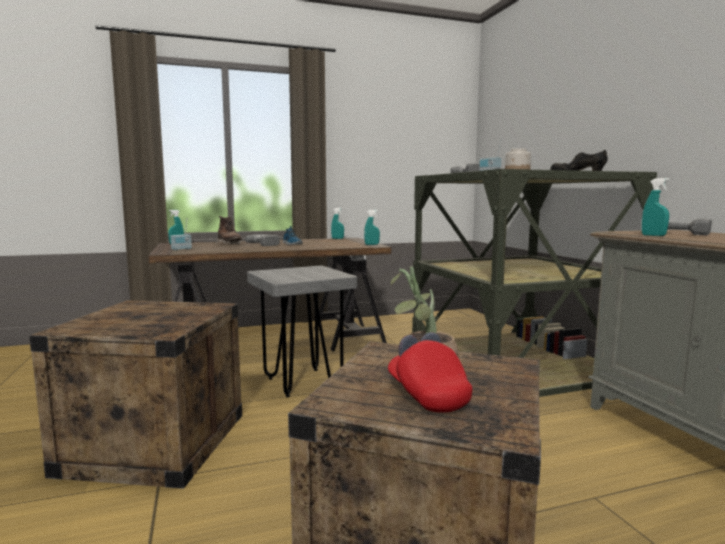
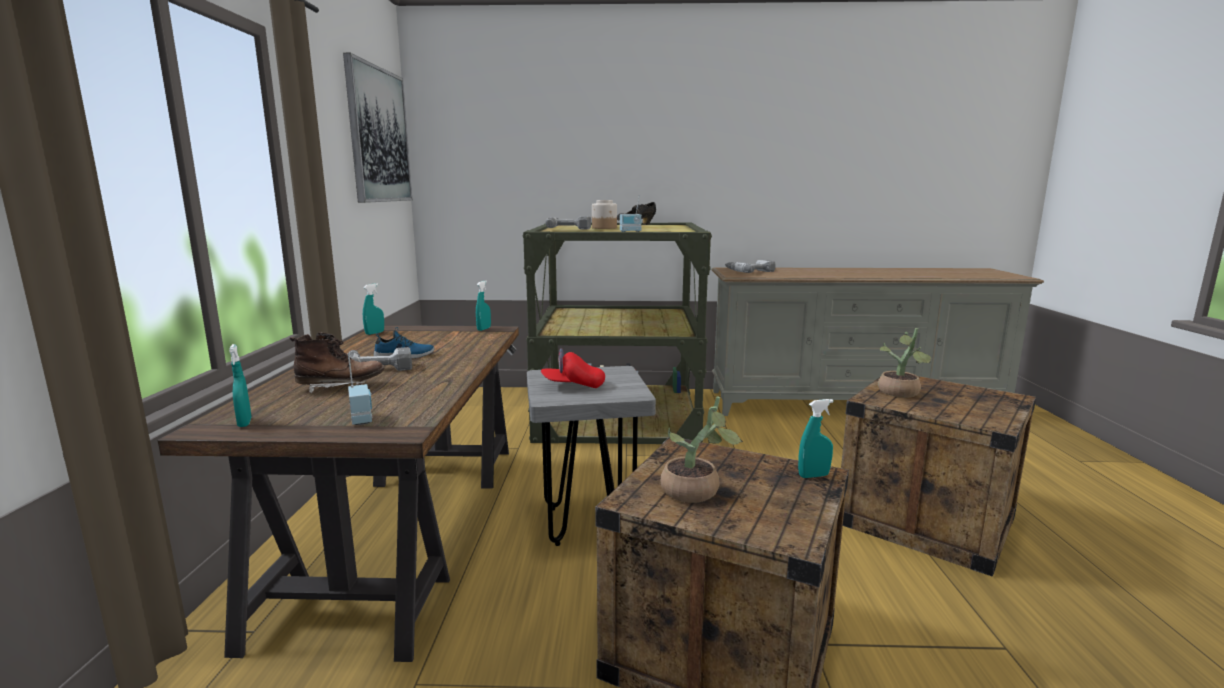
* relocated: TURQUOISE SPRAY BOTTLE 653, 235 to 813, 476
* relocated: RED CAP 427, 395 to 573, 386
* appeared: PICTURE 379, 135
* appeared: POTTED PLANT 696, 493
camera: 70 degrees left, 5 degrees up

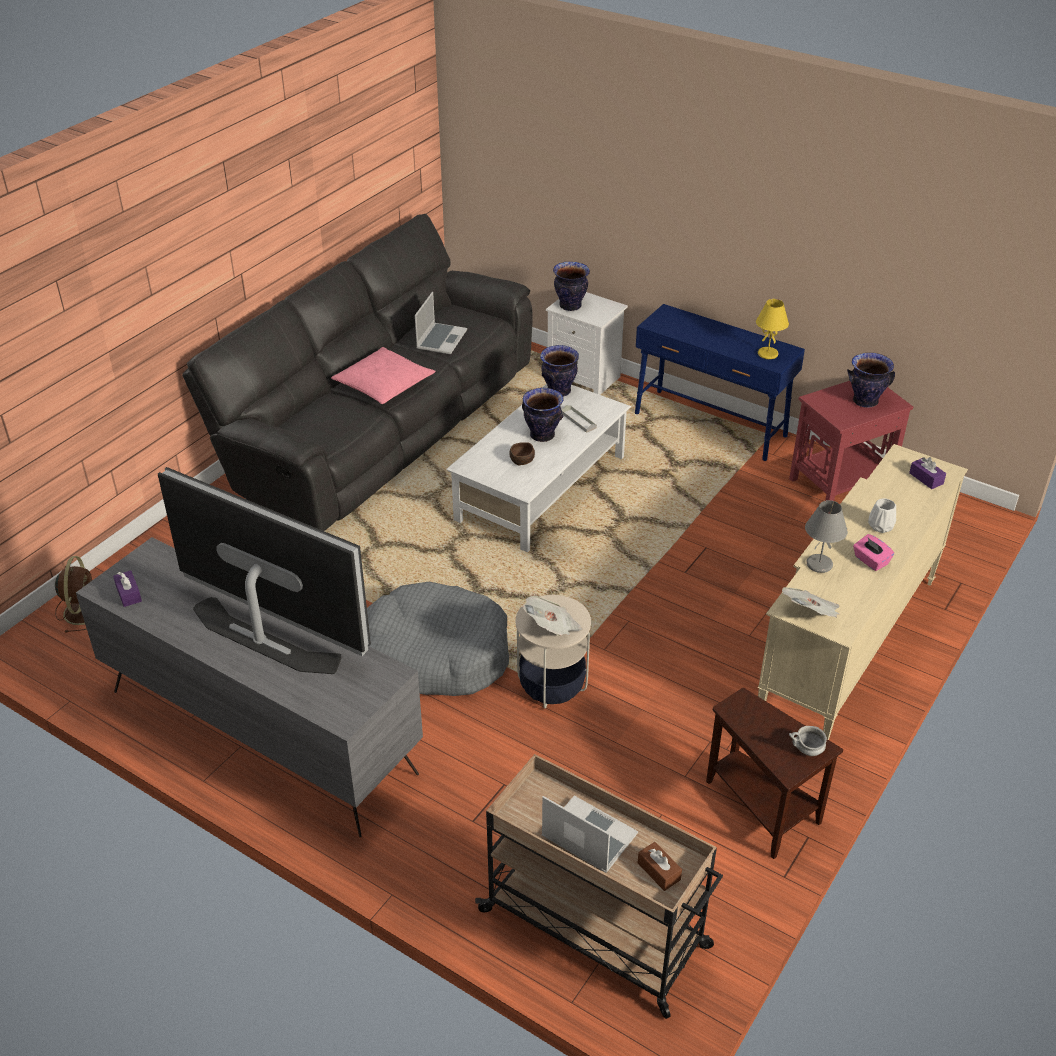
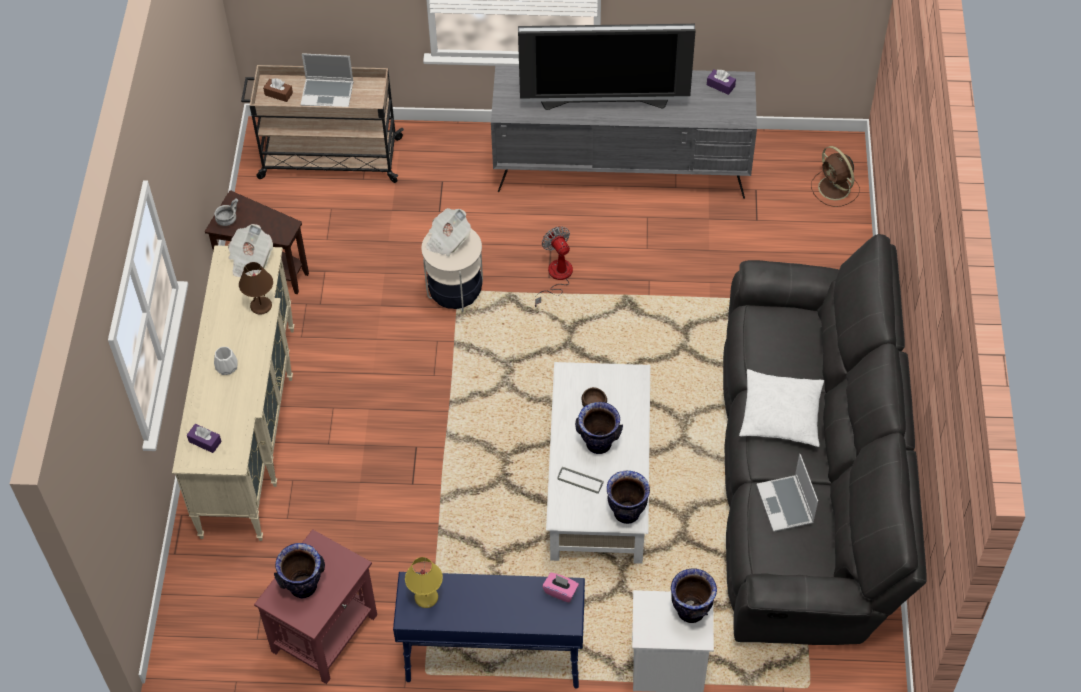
* colour: PINK PILLOW 383, 384 to WHITE PILLOW 781, 414
* colour: GREY TABLE LAMP 819, 565 to BROWN TABLE LAMP 261, 306
* relocated: PINK TISSUE BOX 870, 561 to 560, 591
* exchanged: GREY DOG BED 435, 654 to FAN 556, 277
camera: 150 degrees right, 15 degrees up

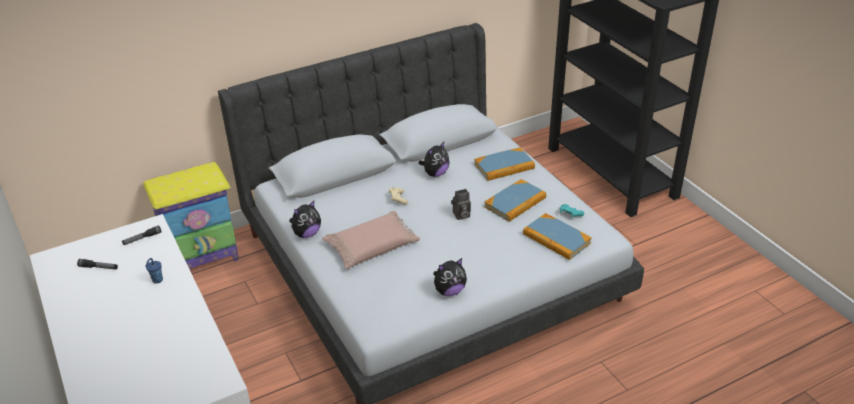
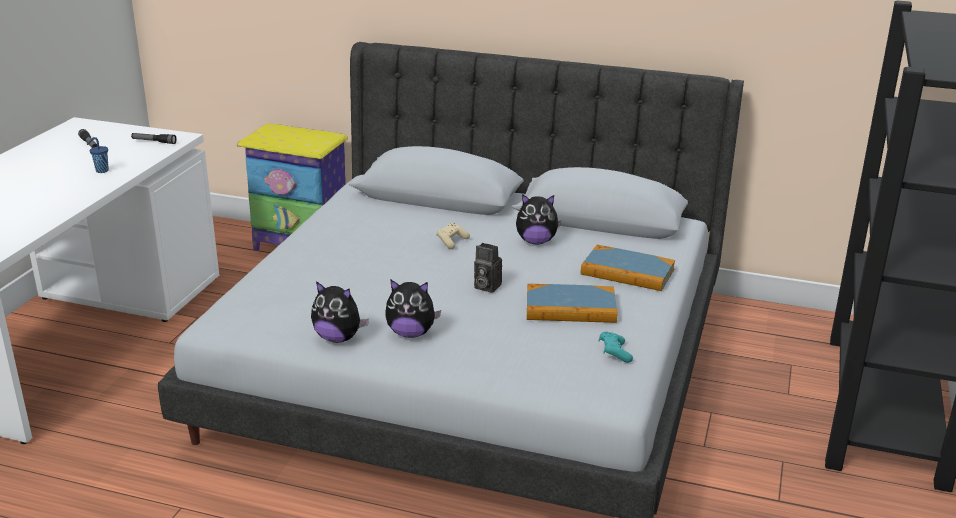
* relocated: PLUSH TOY 306, 234 to 411, 333
* missing: BEIGE PILLOW 371, 244
* missing: BOOK 556, 239
camera: 45 degrees right, 10 degrees down

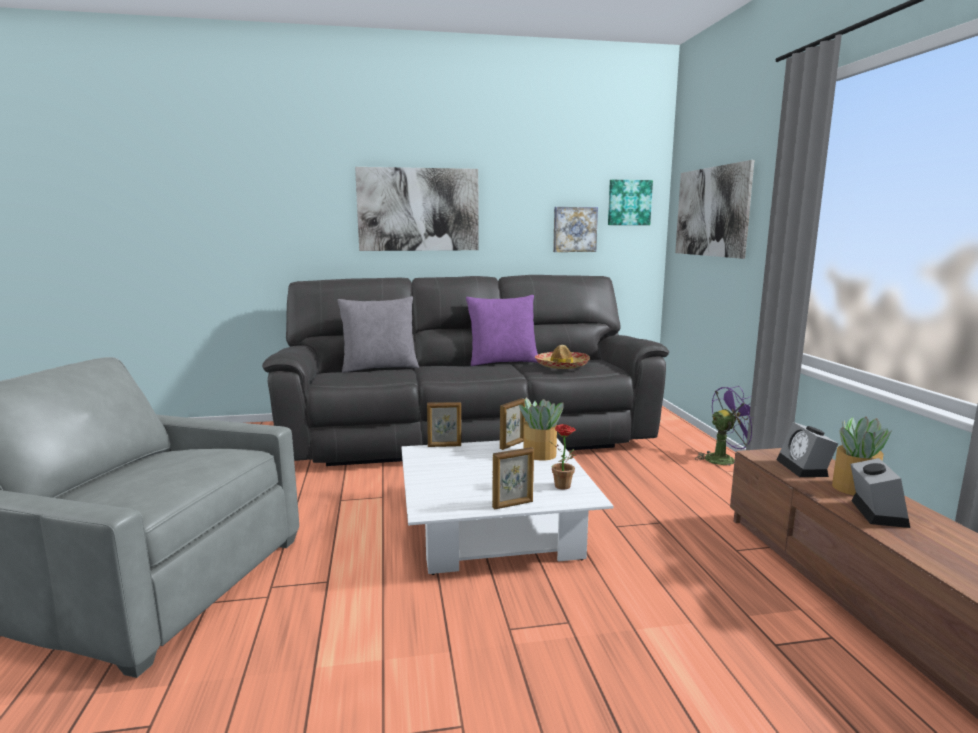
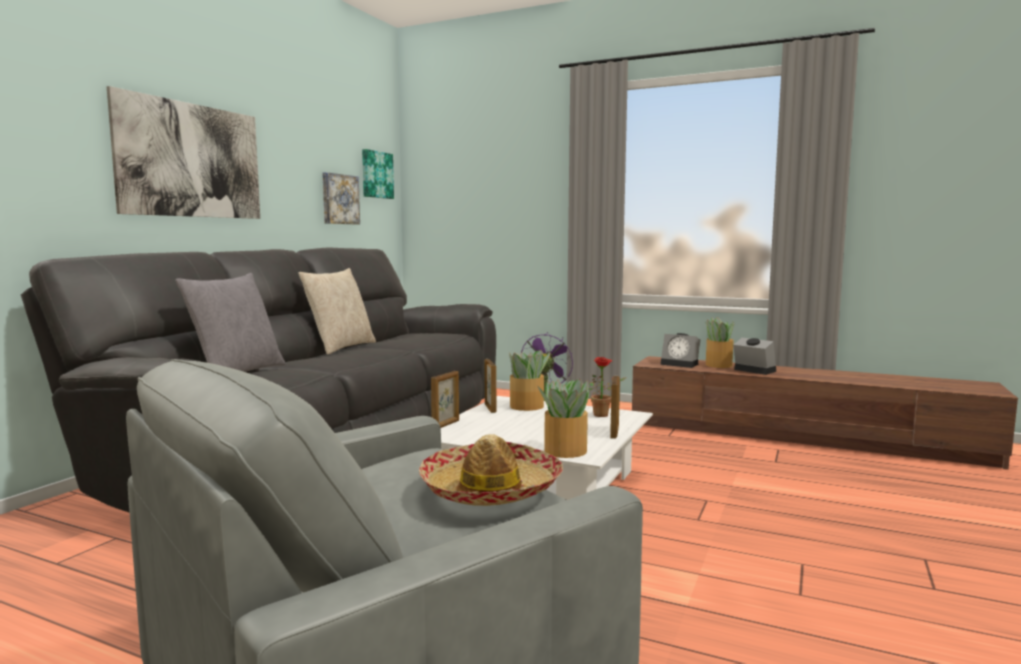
* missing: PICTURE 711, 212
* colour: PURPLE PILLOW 502, 362 to BEIGE PILLOW 340, 347
* relocated: HAT 562, 366 to 490, 489
* appeared: POTTED PLANT 564, 451
camera: 55 degrees left, 5 degrees down

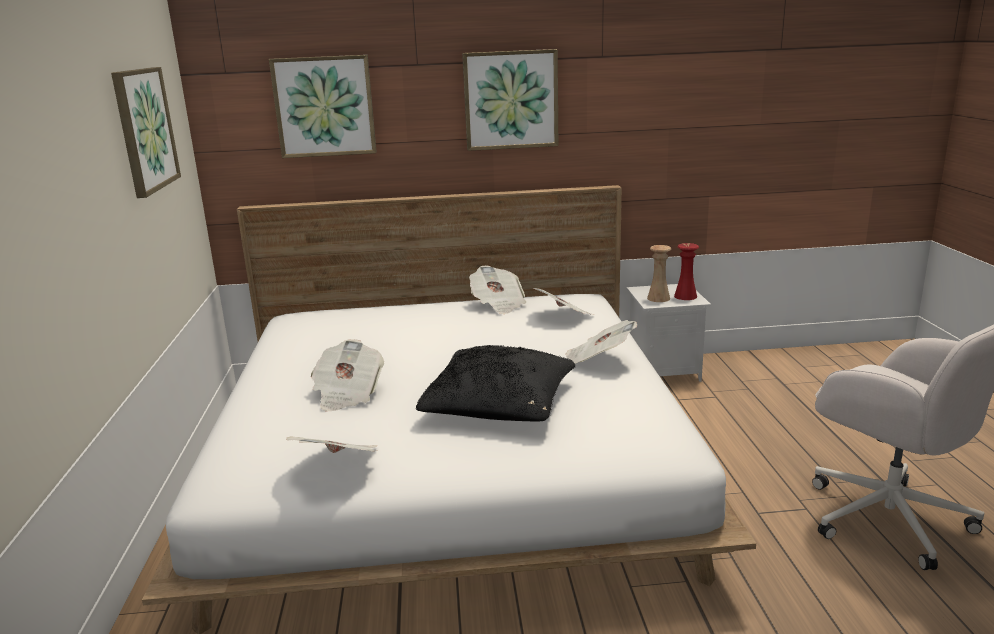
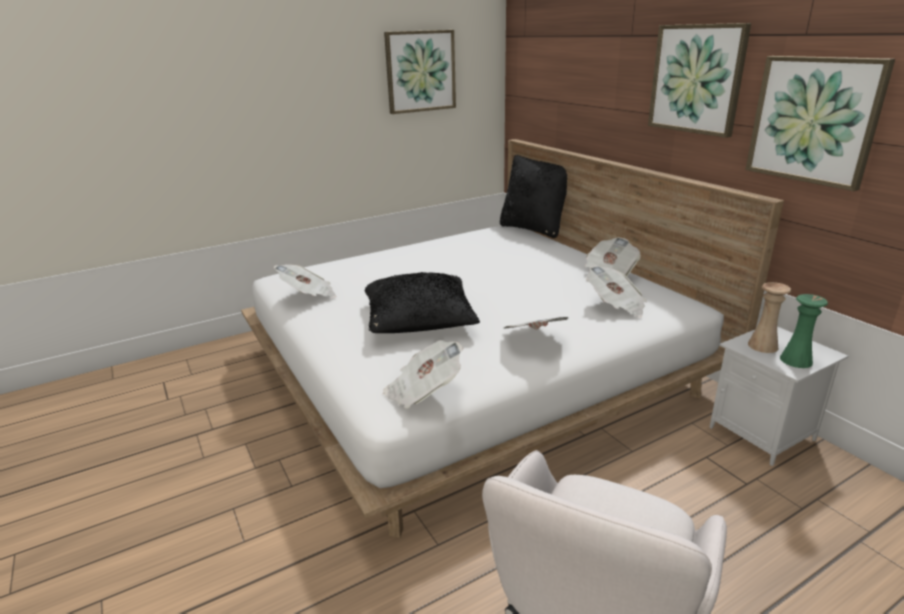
* relocated: PICTURE 324, 106 to 814, 120
* colour: RED VASE 685, 296 to GREEN VASE 796, 360
* relocated: NEWSPAPER 347, 394 to 423, 391
* appeared: BLACK PILLOW 533, 230
camera: 65 degrees right, 5 degrees up

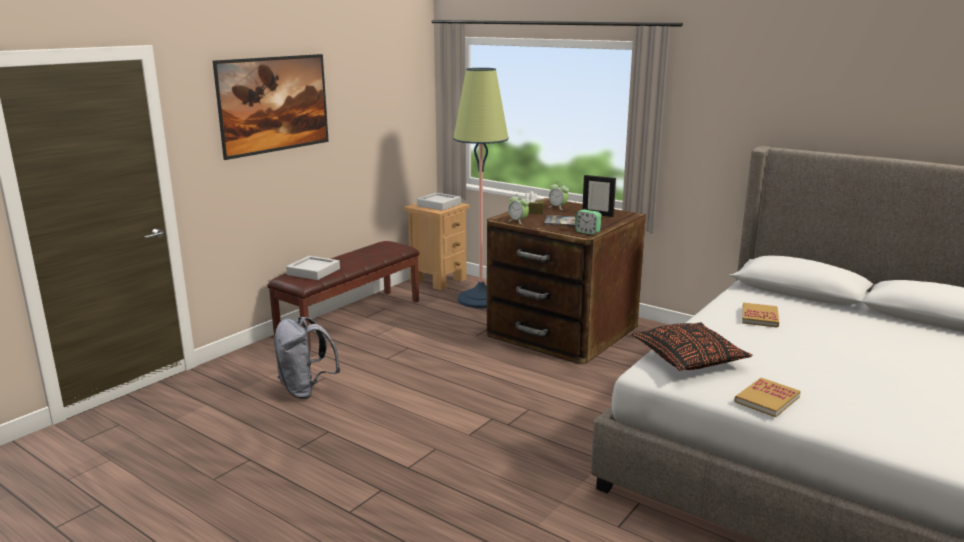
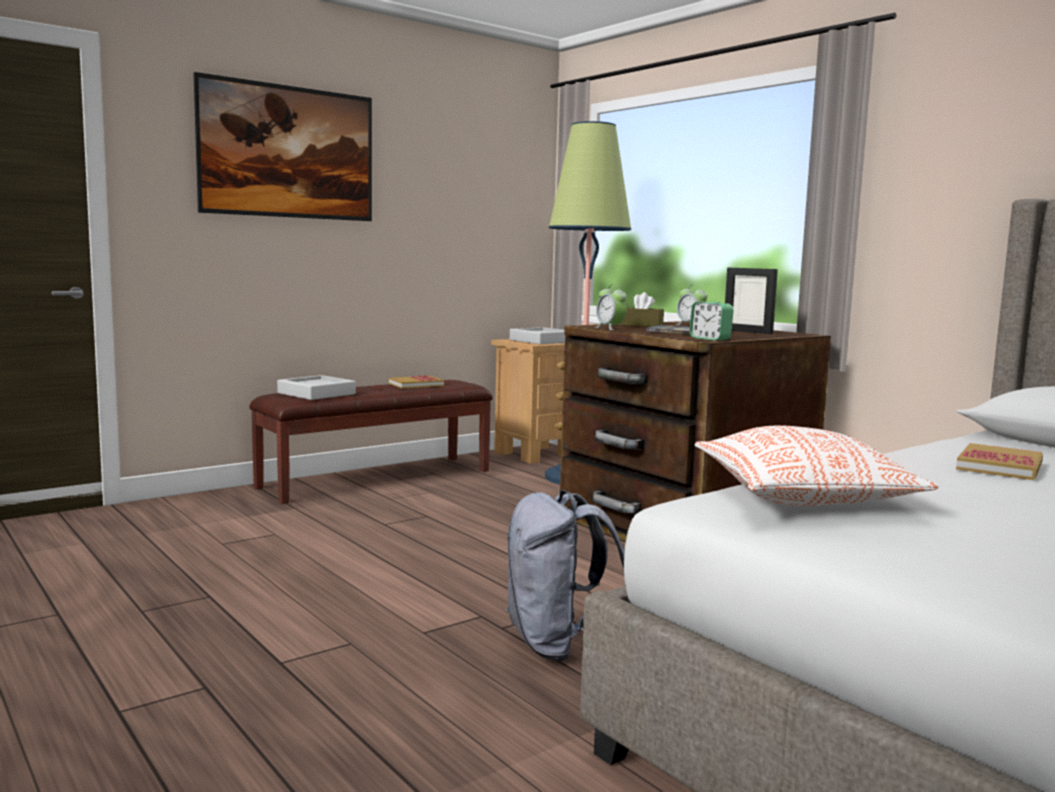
* relocated: GREY BACKPACK 306, 390 to 558, 645
* colour: BLACK PILLOW 689, 359 to WHITE PILLOW 804, 497
* relocated: BOOK 767, 399 to 416, 384
camera: 15 degrees right, 10 degrees down

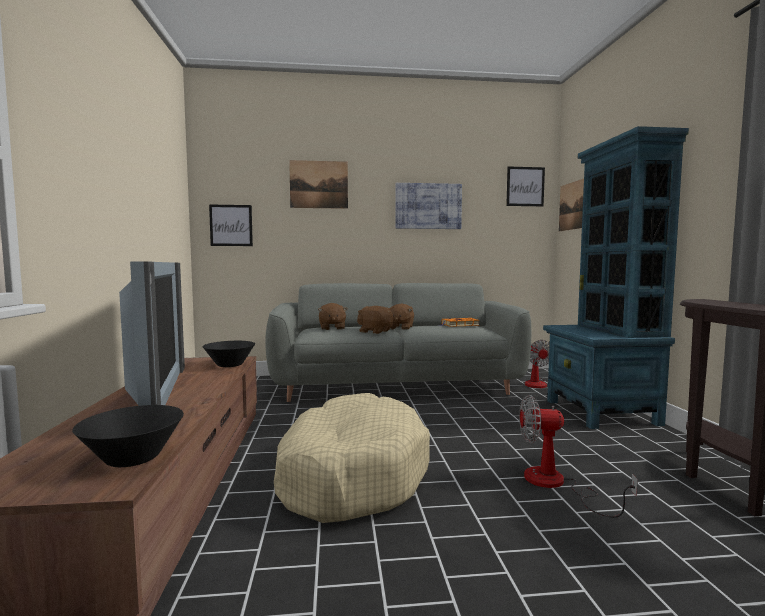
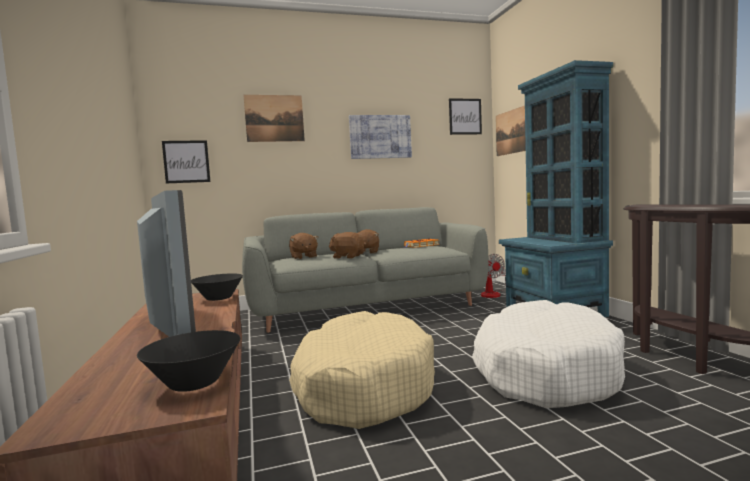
* exchanged: FAN 556, 484 to WHITE DOG BED 544, 371
camera: 10 degrees left, 0 degrees up

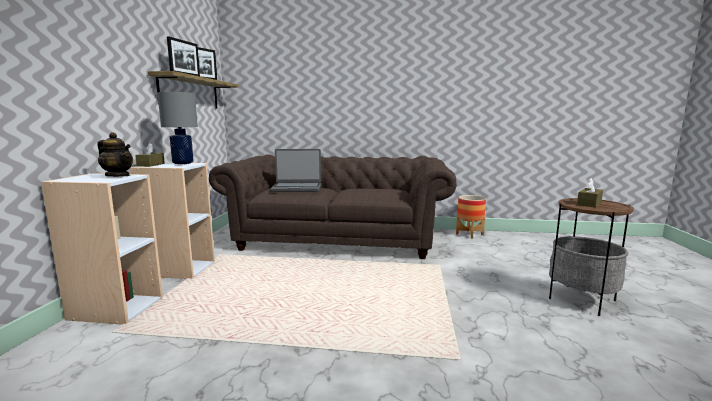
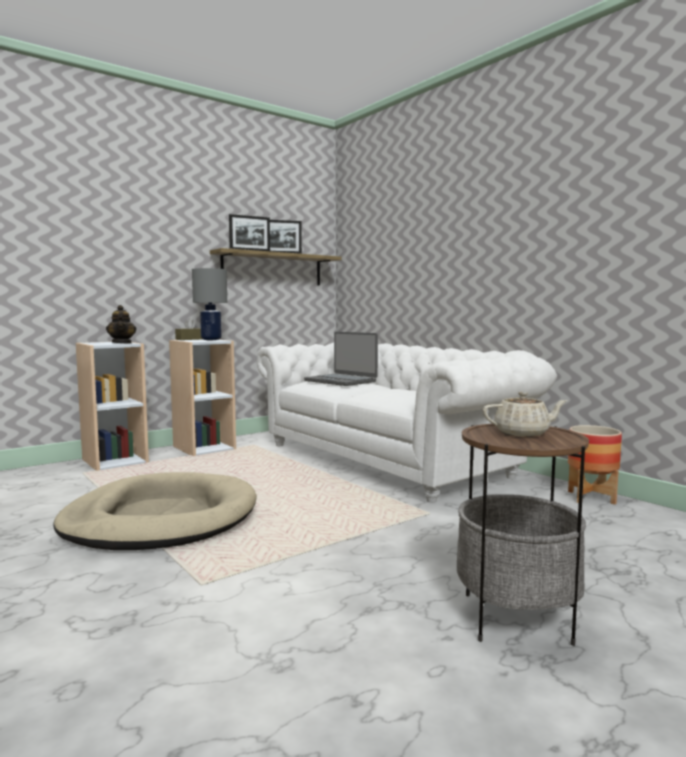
* colour: BROWN SOFA 337, 239 to WHITE SOFA 388, 459
* exchanged: BROWN TISSUE BOX 589, 203 to BEIGE TEAPOT 523, 433
* appeared: BEIGE DOG BED 160, 519
camera: 45 degrees right, 5 degrees down

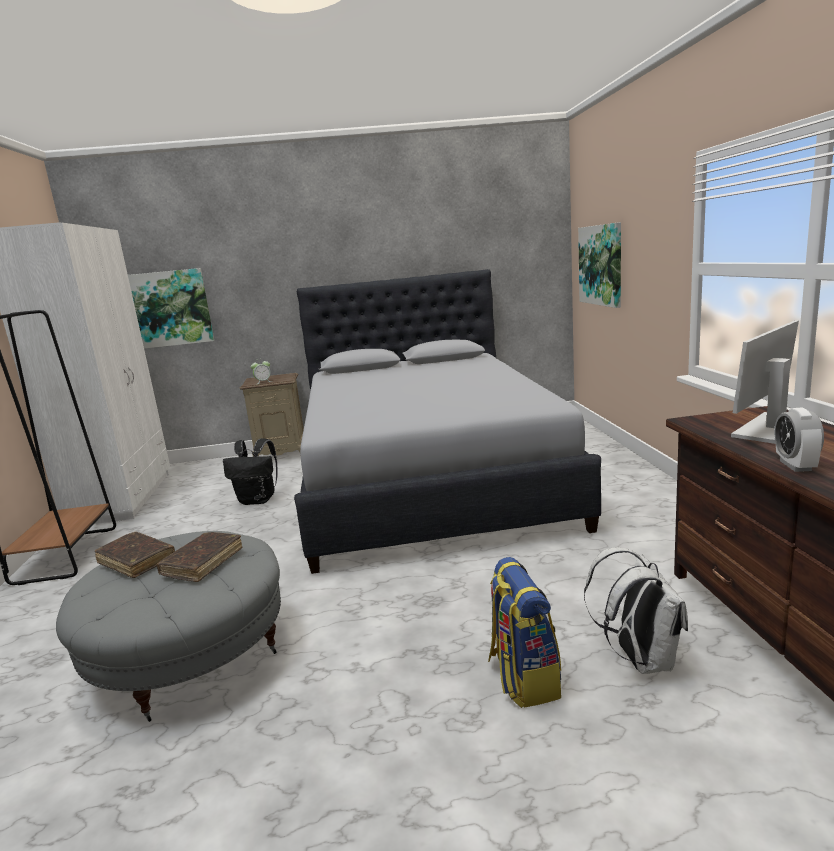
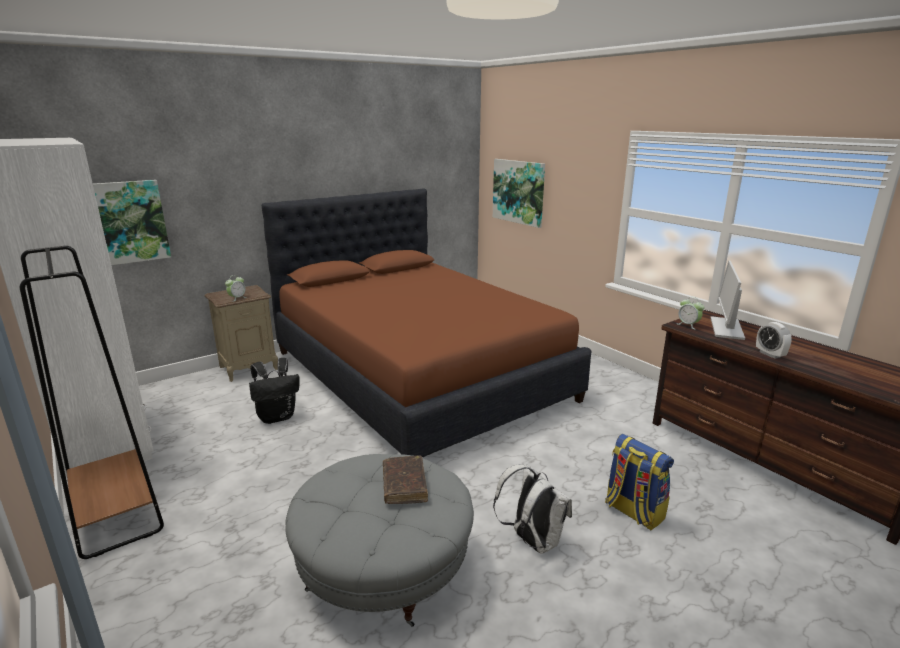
* colour: GREY BED 428, 478 to BROWN BED 418, 374
* missing: BROWN BOOK 136, 561
* relocated: WHITE BACKPACK 639, 658 to 532, 541
* appeared: ALARM CLOCK 688, 325
camera: 30 degrees left, 5 degrees up

